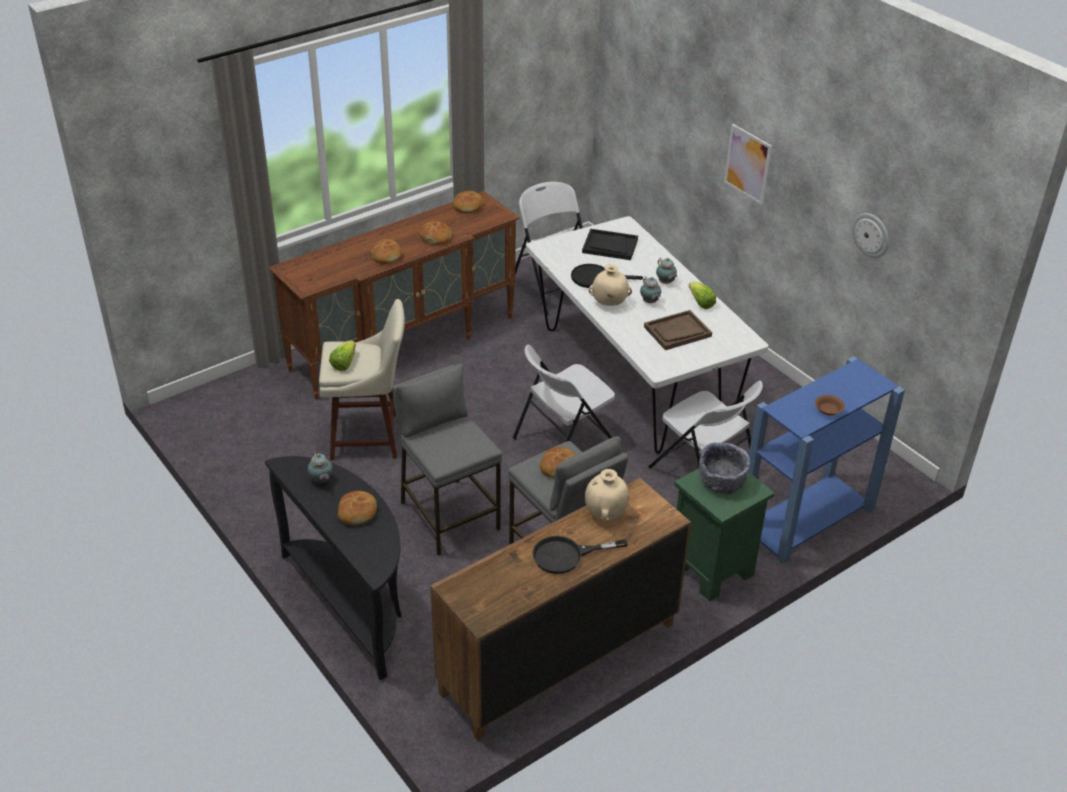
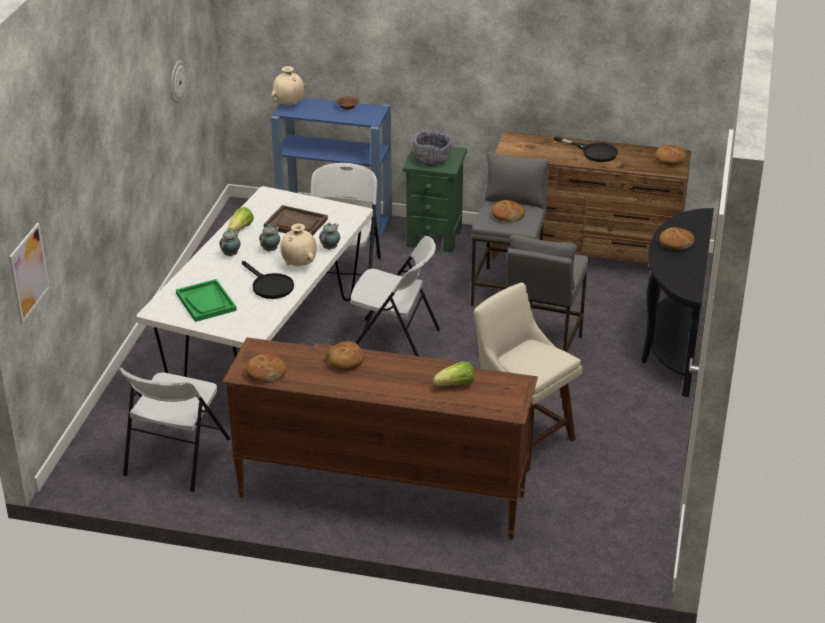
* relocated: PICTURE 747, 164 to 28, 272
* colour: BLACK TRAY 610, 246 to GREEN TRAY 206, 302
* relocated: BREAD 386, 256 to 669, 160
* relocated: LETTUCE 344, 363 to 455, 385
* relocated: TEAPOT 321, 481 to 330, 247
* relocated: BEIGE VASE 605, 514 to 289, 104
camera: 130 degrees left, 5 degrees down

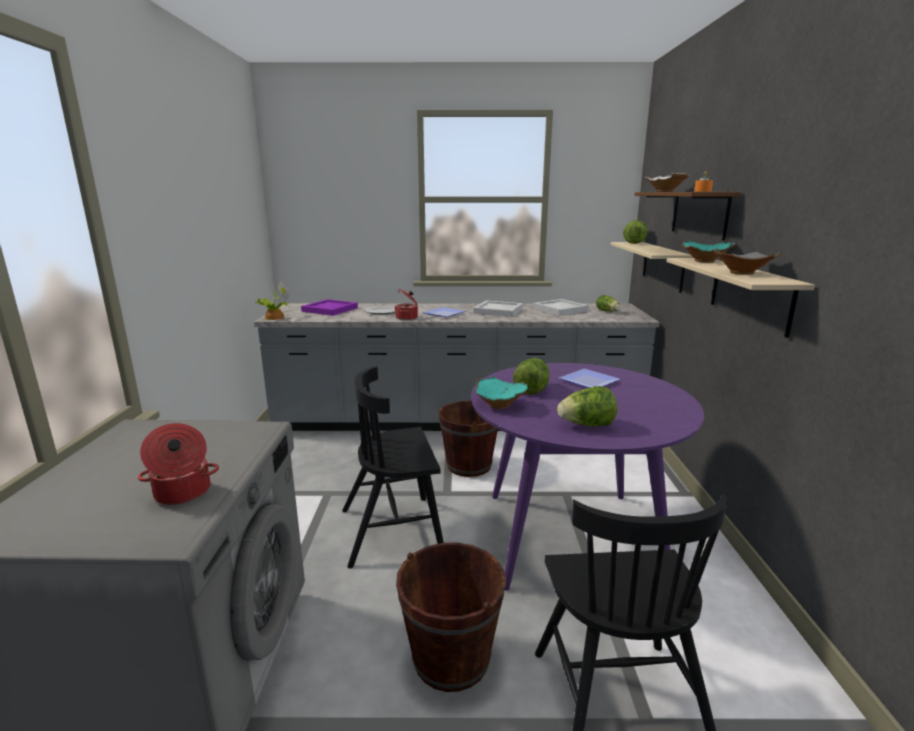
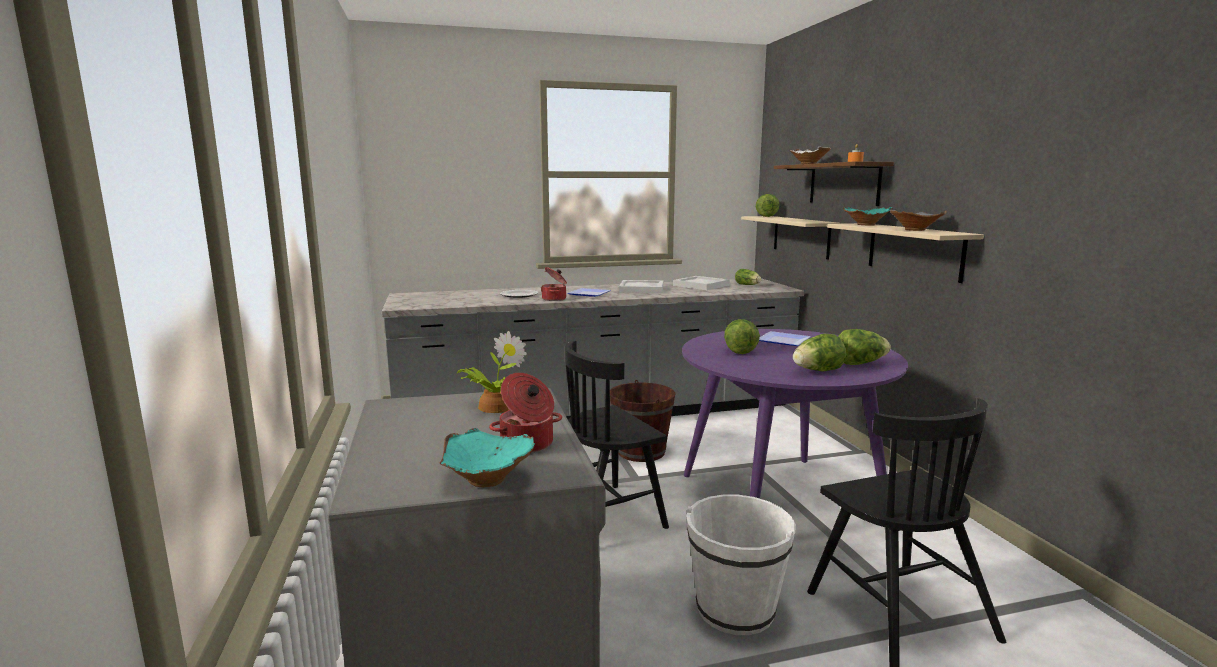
* relocated: POTTED PLANT 273, 317 to 494, 406
* missing: PURPLE TRAY 330, 310
* relocated: TURQUOISE BOWL 499, 404 to 488, 478
* colour: BROWN BUCKET 451, 658 to WHITE BUCKET 735, 609
* appeared: LETTUCE 860, 363
camera: 15 degrees left, 5 degrees down

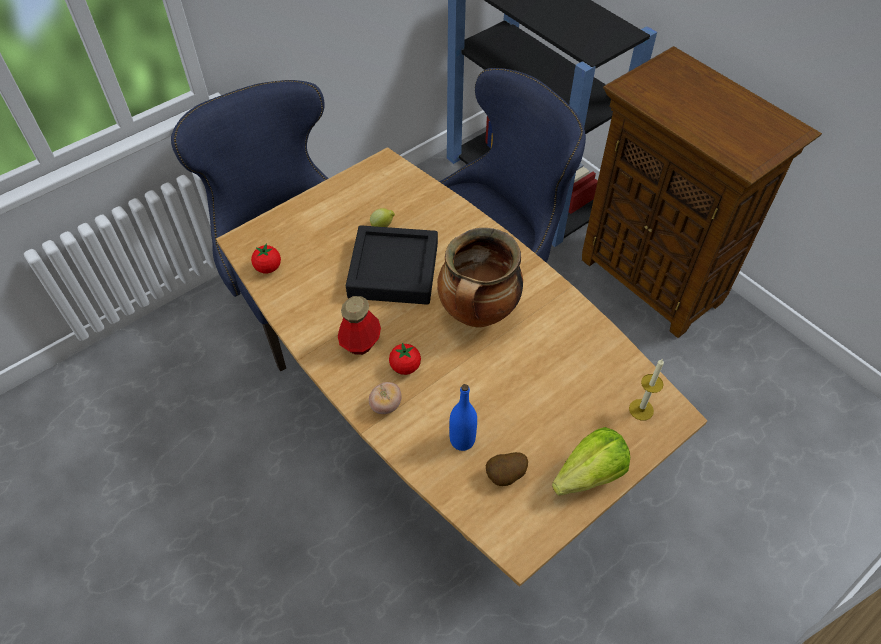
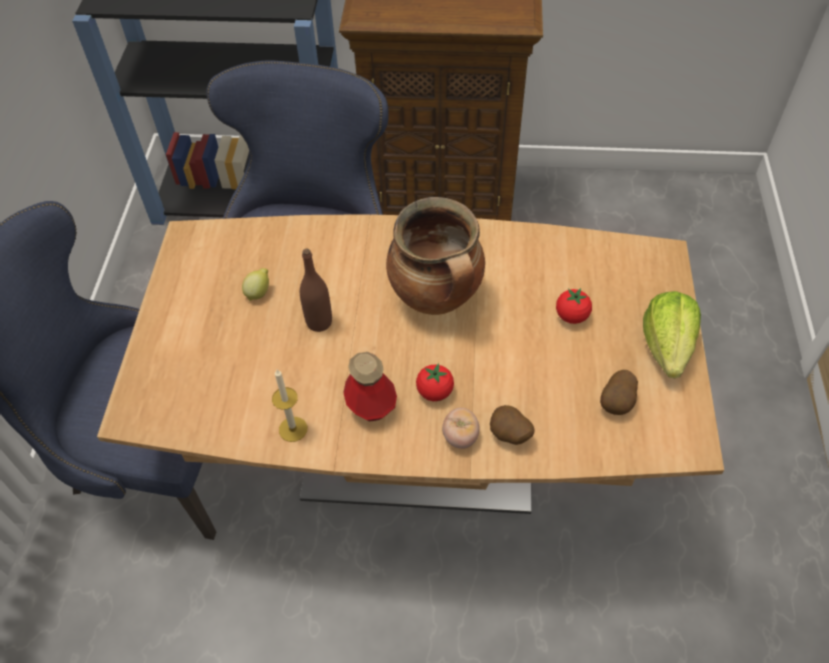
* exchanged: BLACK TRAY 393, 270 to BROWN BOTTLE 319, 322
* relocated: TOMATO 268, 268 to 571, 316
* relocated: CANDLE 641, 409 to 293, 429
* missing: BLUE BOTTLE 462, 440
* appeared: POTATO 509, 436
camera: 45 degrees left, 0 degrees up

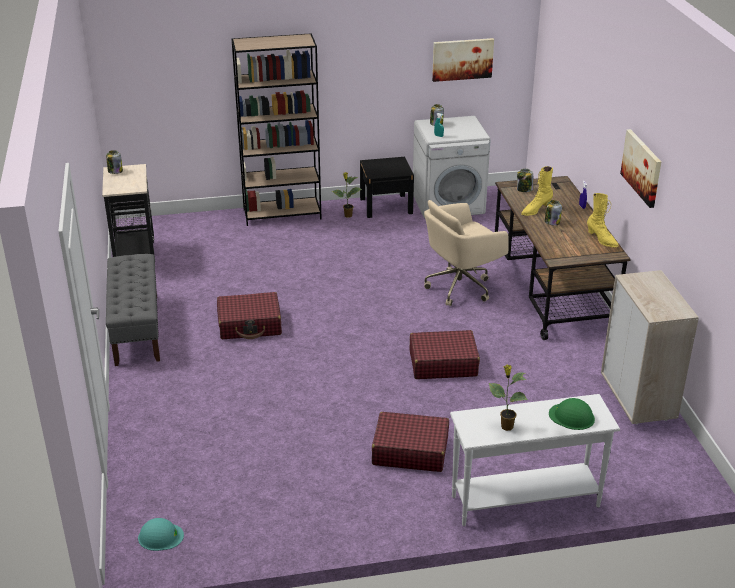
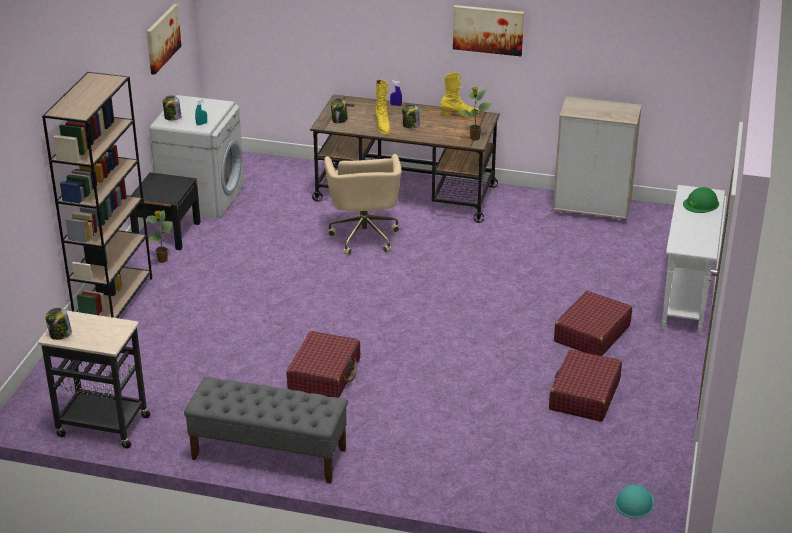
* relocated: RED SUITCASE 442, 363 to 584, 395
* relocated: POTTED PLANT 506, 426 to 474, 138
camera: 65 degrees left, 0 degrees up

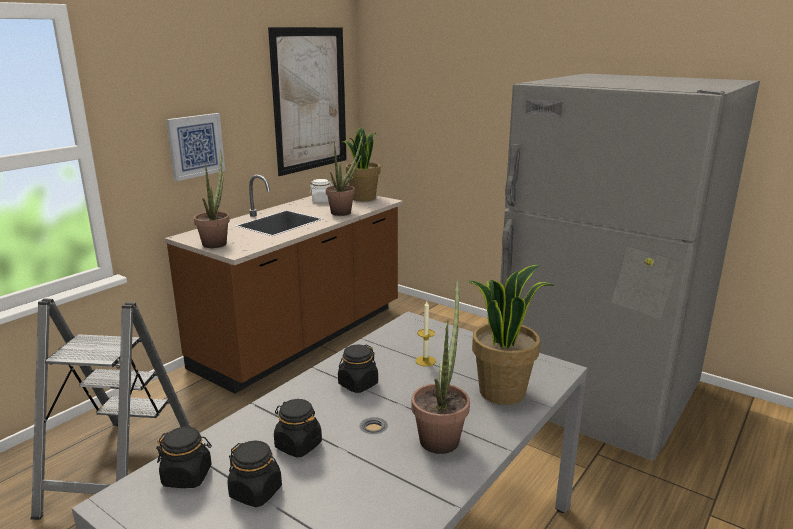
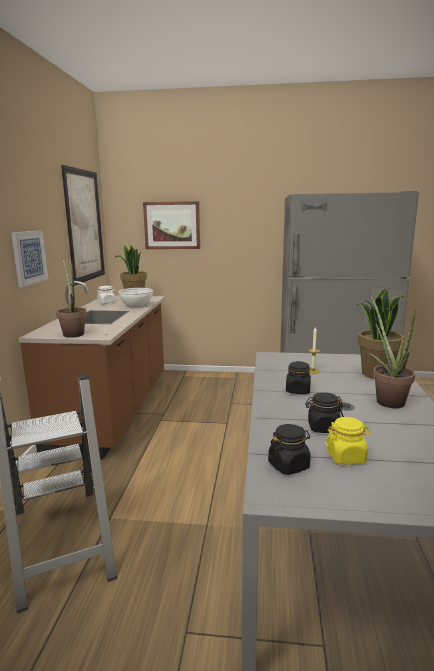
* exchanged: POTTED PLANT 344, 212 to WHITE BOWL 137, 305
* colour: BLACK JAR 256, 492 to YELLOW JAR 346, 457
* appeared: PICTURE 172, 225
camera: 30 degrees left, 5 degrees down

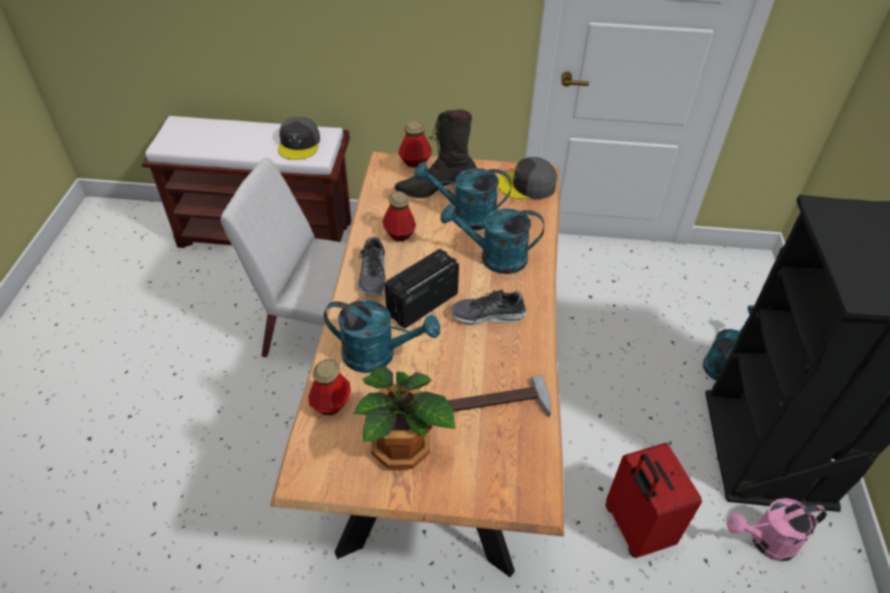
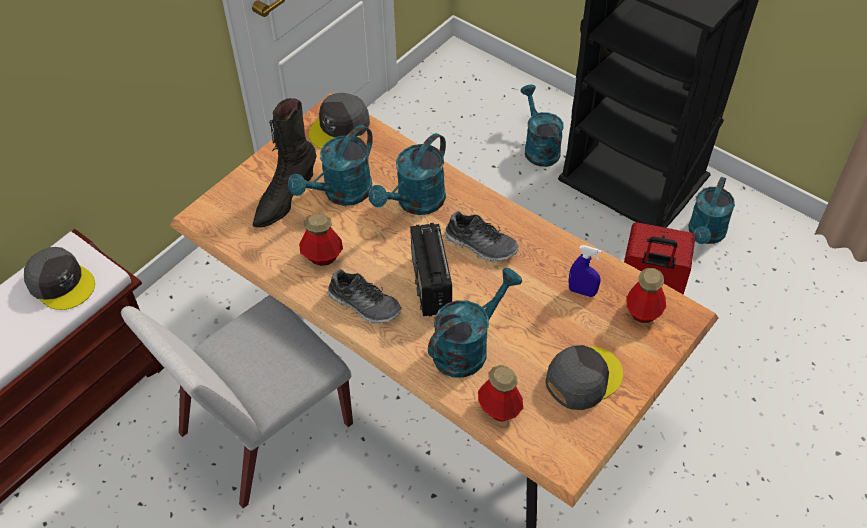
* relocated: BOTTLE 415, 162 to 643, 312
* spun: SHOE 488, 315 = 481, 245 90 degrees counterclockwise
* exchanged: POTTED PLANT 402, 448 to GREY CAP 583, 378
* exchanged: HAMMER 496, 405 to BLUE SPRAY BOTTLE 582, 291
* colour: PINK WATERING CAN 766, 541 to TURQUOISE WATERING CAN 705, 235
camera: 55 degrees left, 5 degrees up

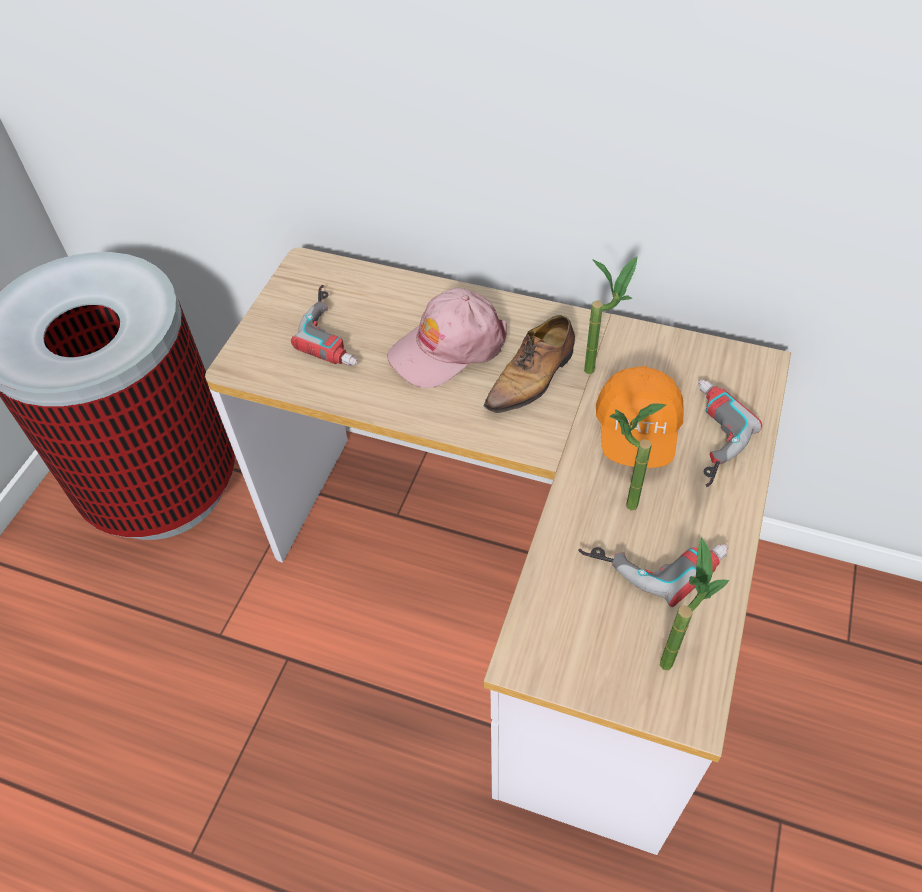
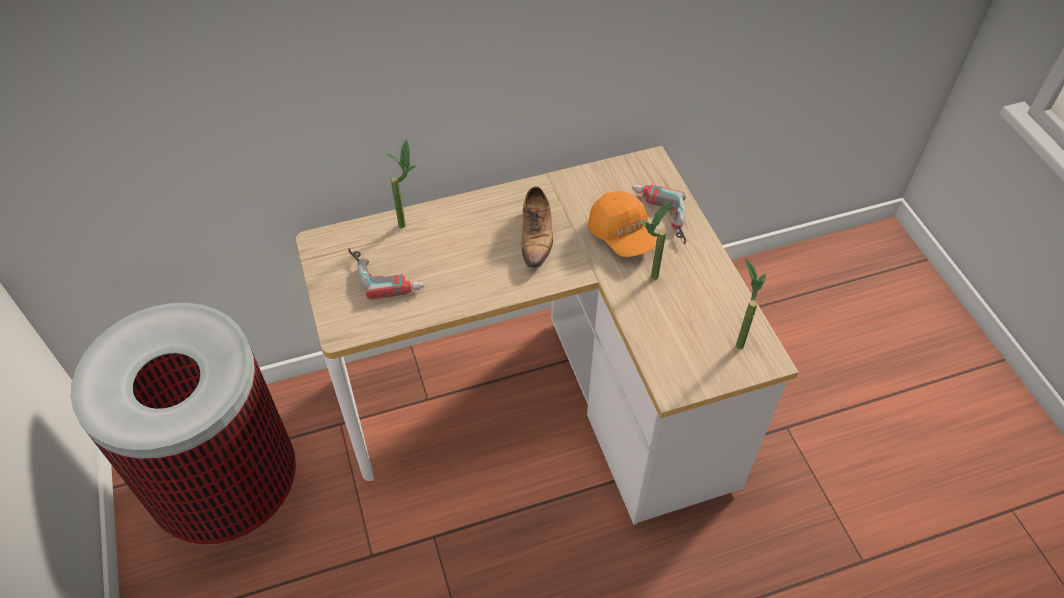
* relocated: POTTED PLANT 600, 369 to 408, 221
* missing: PINK CAP 447, 348
* missing: POWER DRILL 654, 556
camera: 40 degrees left, 0 degrees up

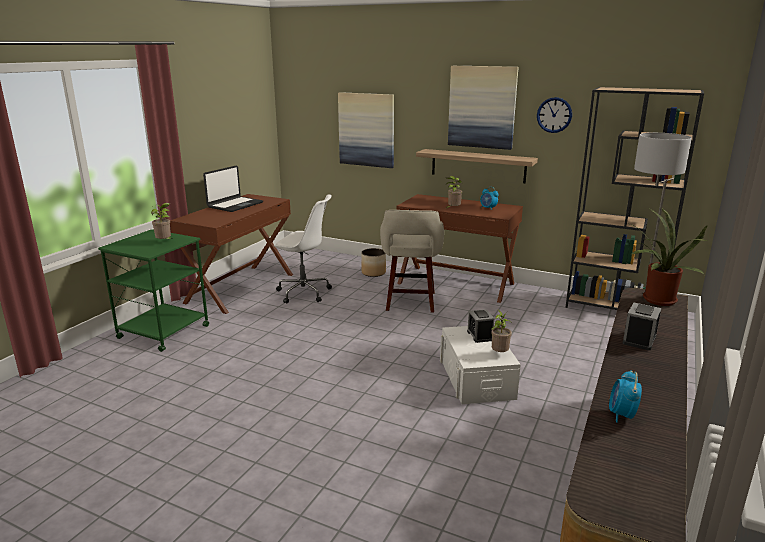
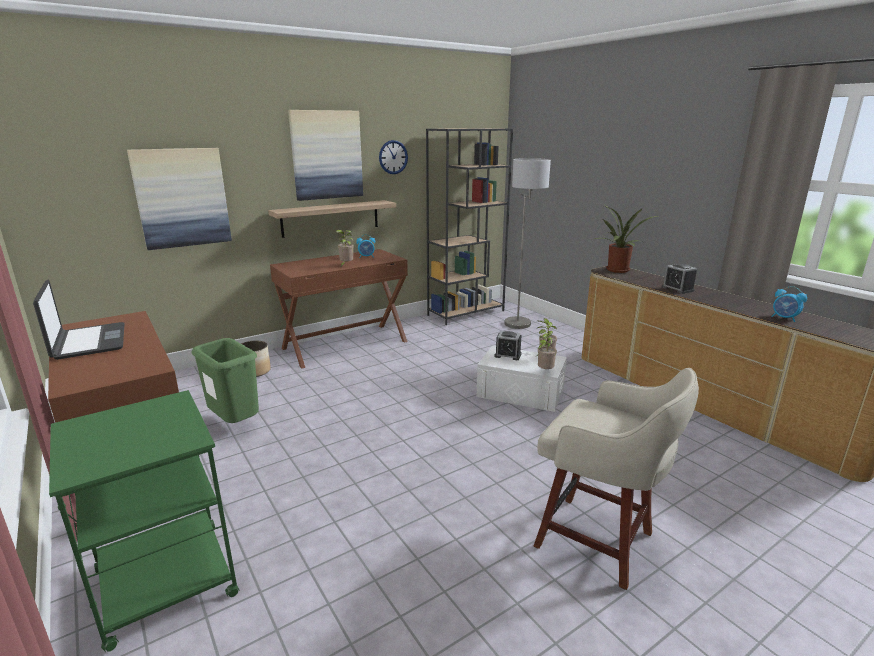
* exchanged: WHITE OFFICE CHAIR 305, 293 to GREEN TRASH CAN 236, 424
* relocated: POTTED PLANT 165, 242 to 544, 371
* relocated: BEIGE STOOL 410, 303 to 599, 543
camera: 60 degrees left, 0 degrees up

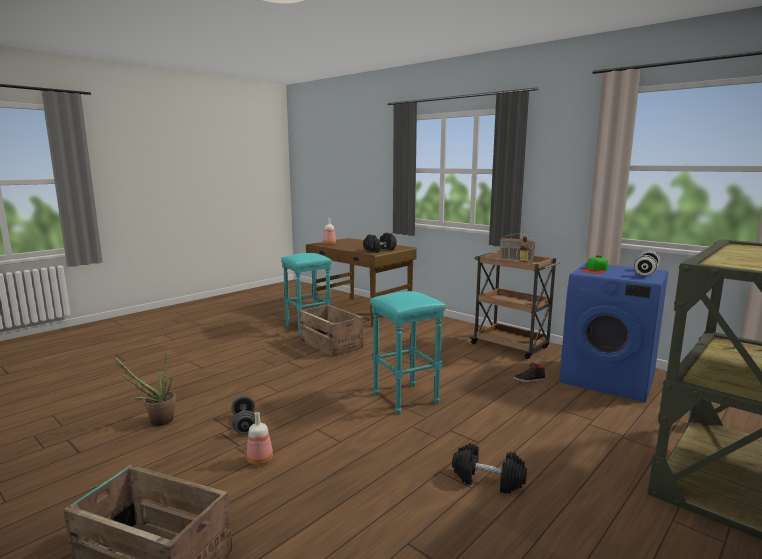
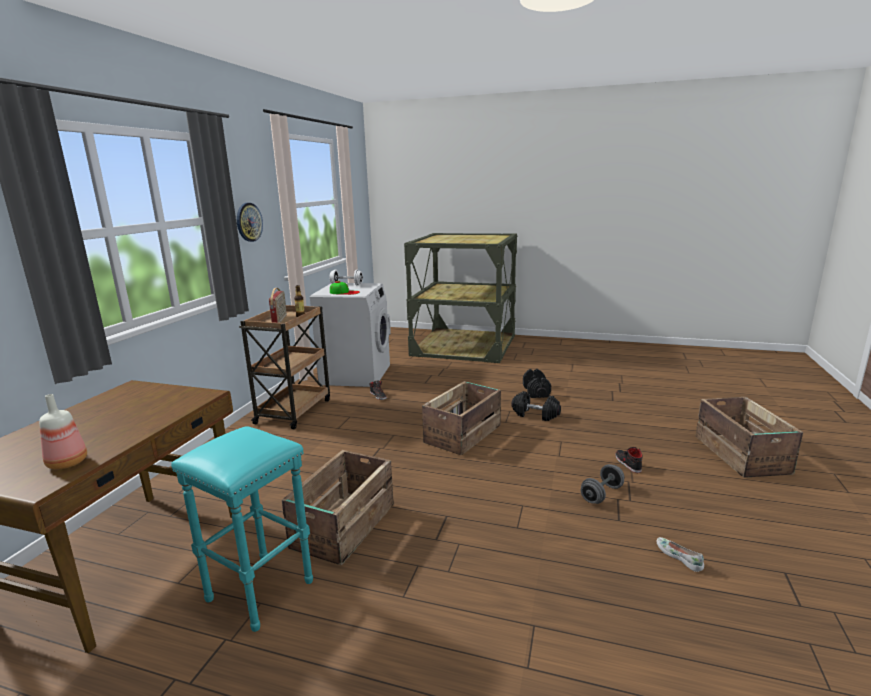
* relocated: BLACK DUMBBELL 380, 250 to 535, 415
* colour: BLUE WASHING MACHINE 607, 379 to WHITE WASHING MACHINE 357, 374
* exchanged: TURQUOISE STOOL 405, 399 to CRATE 464, 434
* exchanged: POTTED PLANT 156, 422 to WHITE SHOE 679, 557
* exchanged: BOTTLE 259, 460 to BLACK SHOE 627, 463
* appeared: WALL CLOCK 248, 222
camera: 115 degrees left, 5 degrees up

